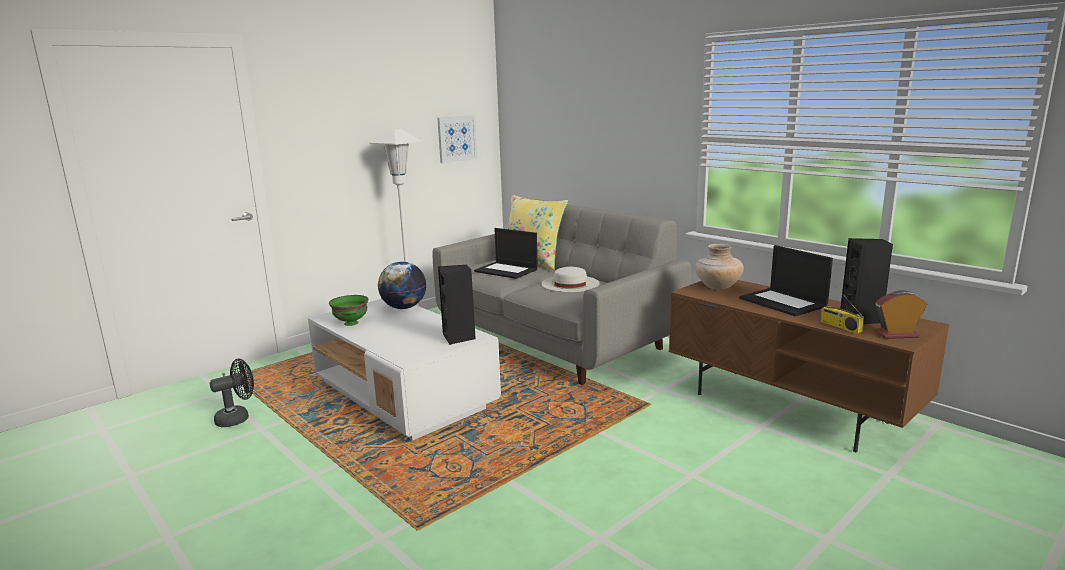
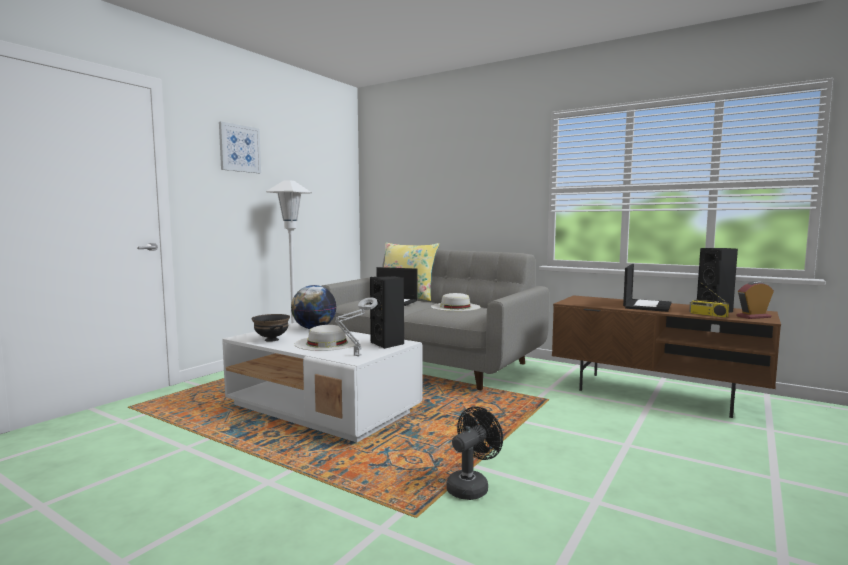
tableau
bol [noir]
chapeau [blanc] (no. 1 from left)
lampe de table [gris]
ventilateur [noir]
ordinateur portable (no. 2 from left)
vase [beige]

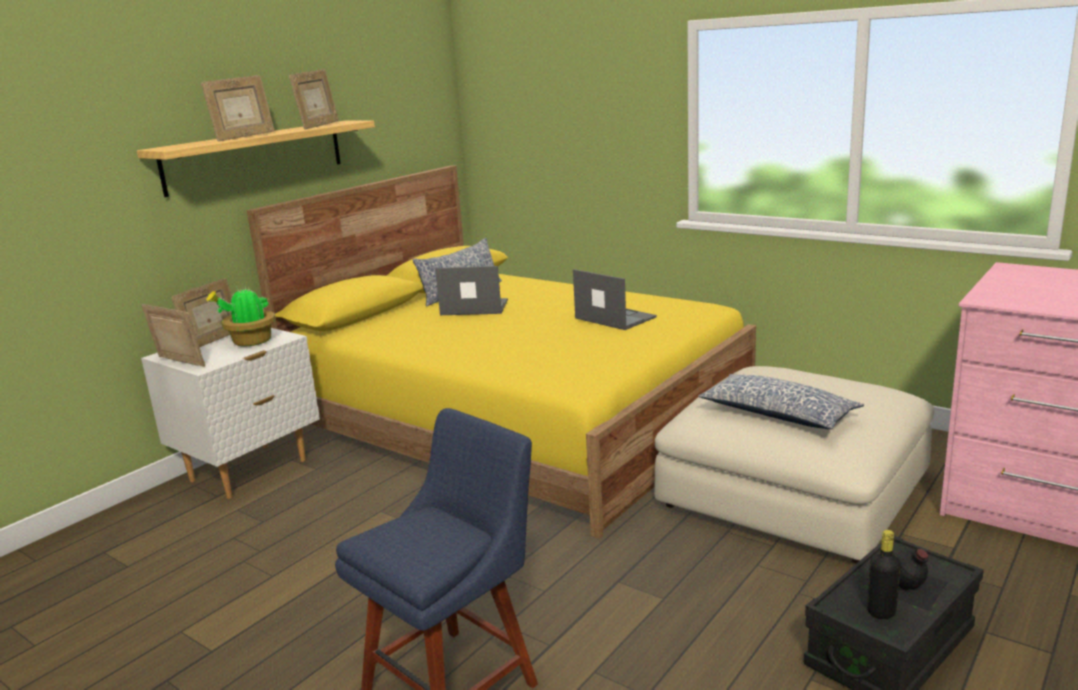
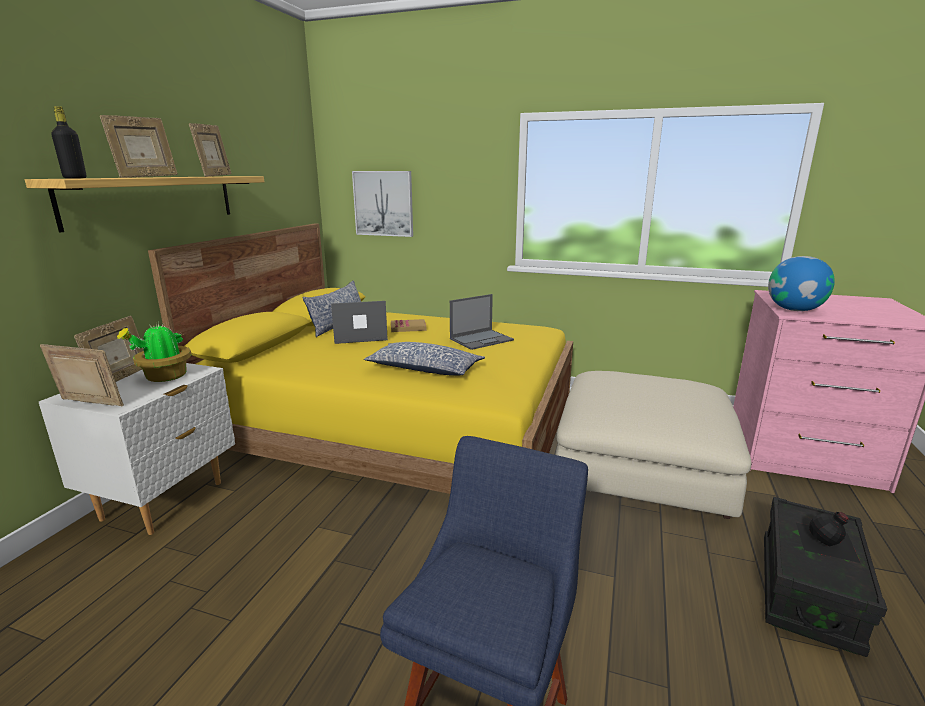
bouteille [noir] (no. 1 from left)
tableau
coussin (no. 2 from left)
livre
ordinateur portable (no. 2 from left)
globe

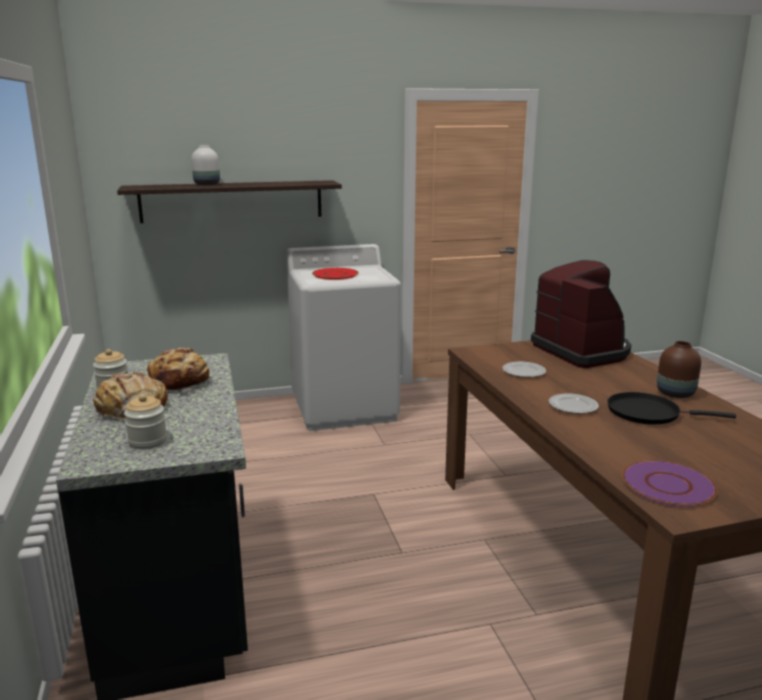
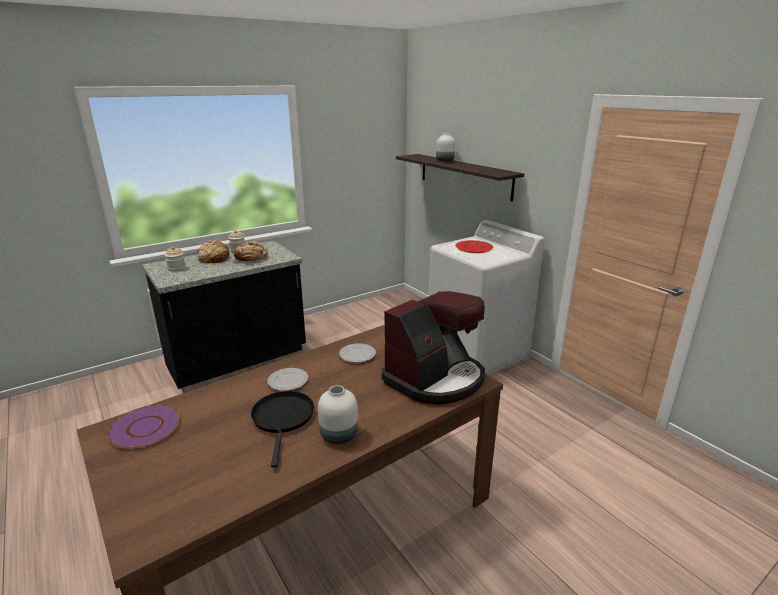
vase [blanc] (no. 1 from left)

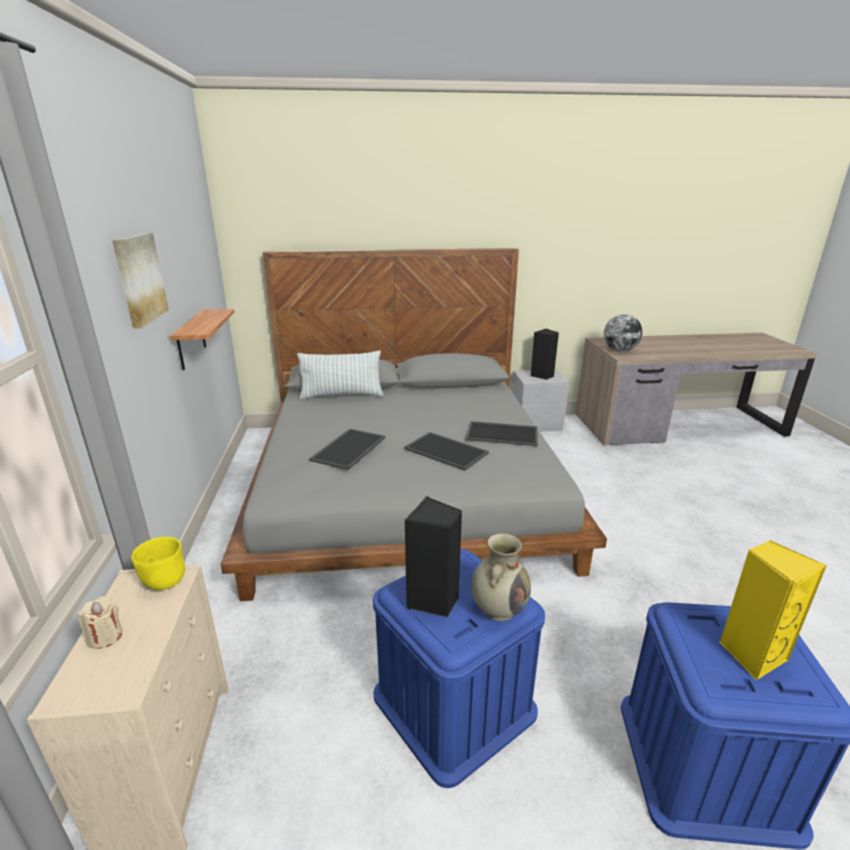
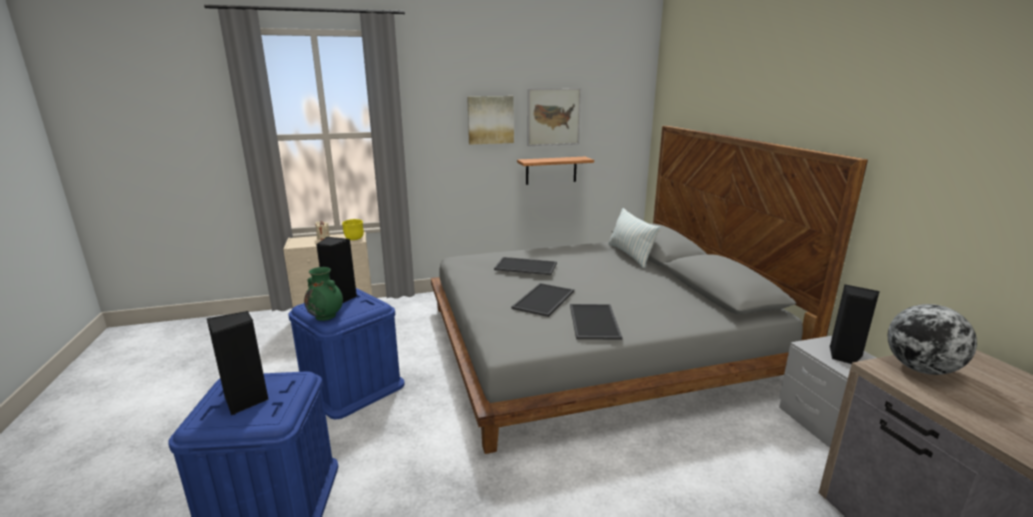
enceinte [noir] (no. 1 from left)
vase [vert]
tableau (no. 2 from left)

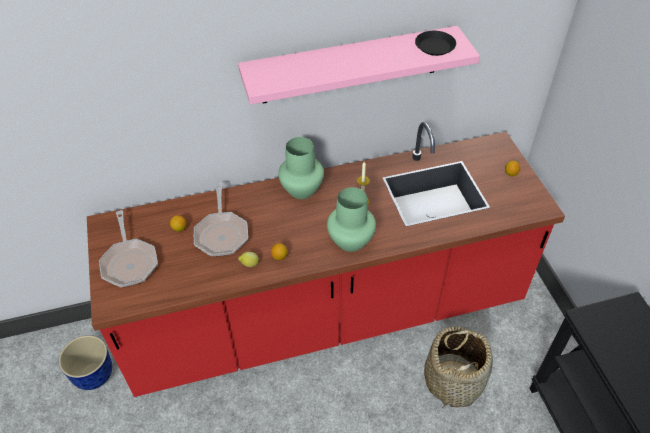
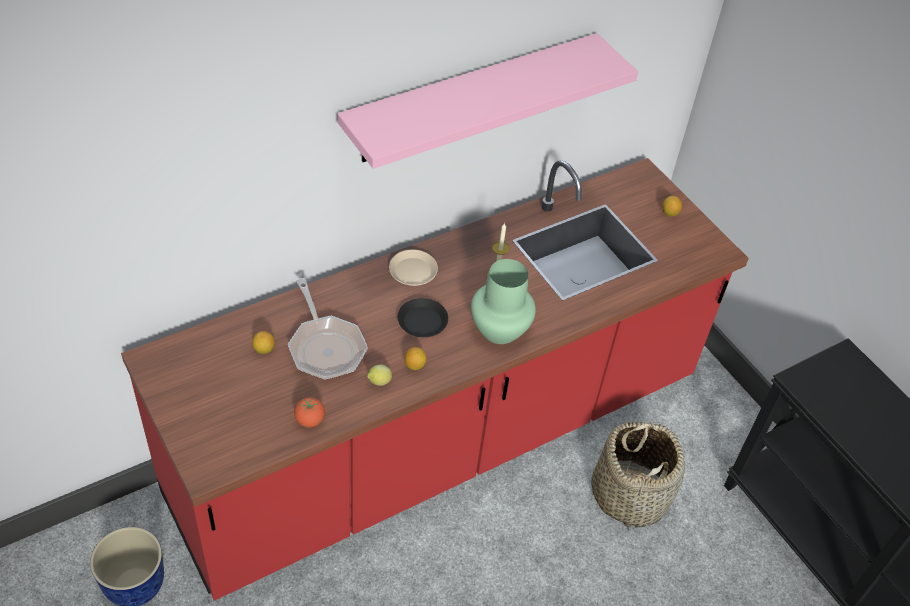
tomate
assiette [beige]
assiette [noir]
poêle (no. 1 from left in the first image)

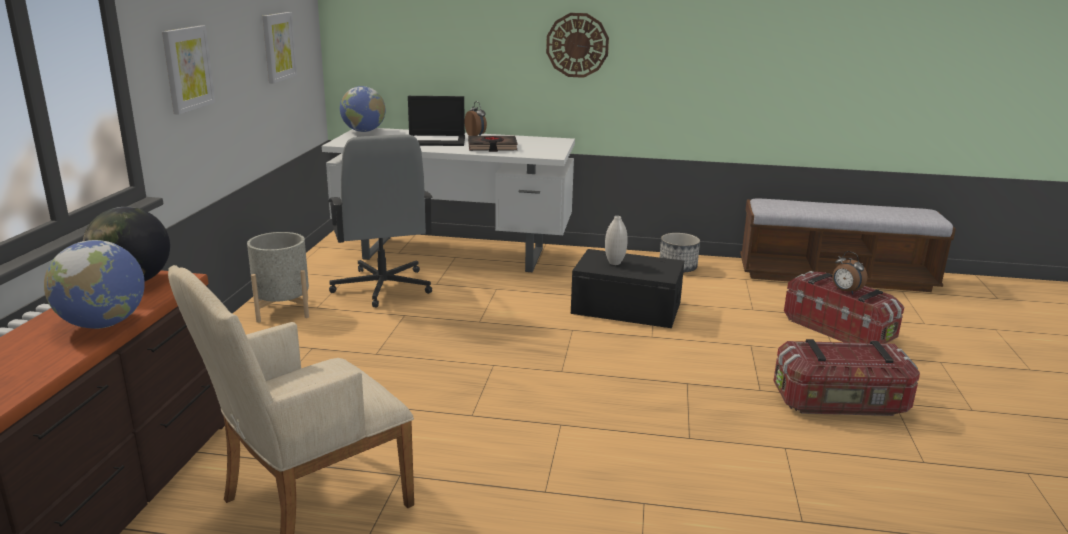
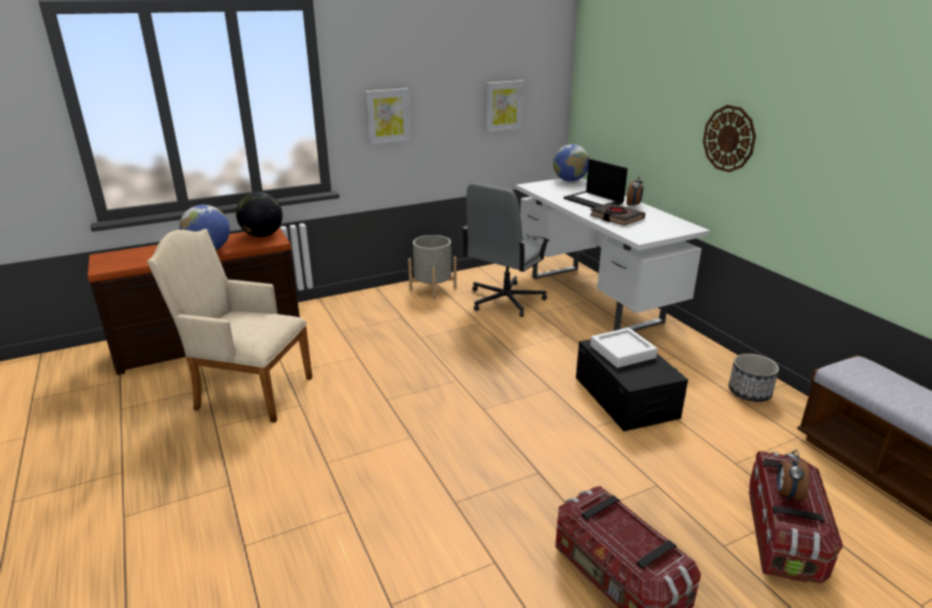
plateau [blanc]

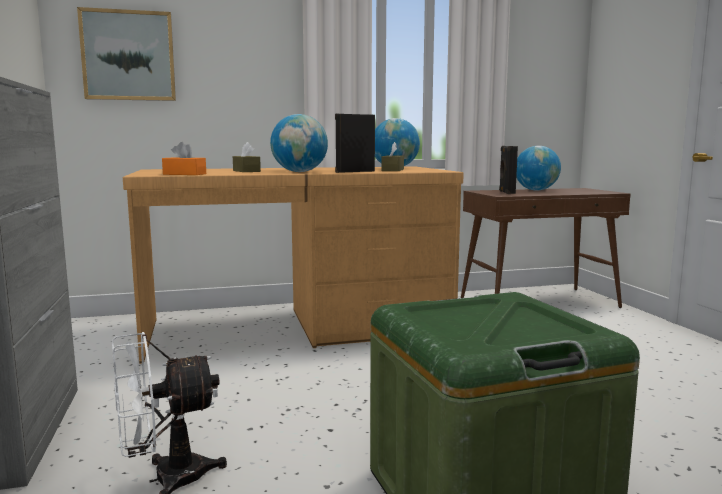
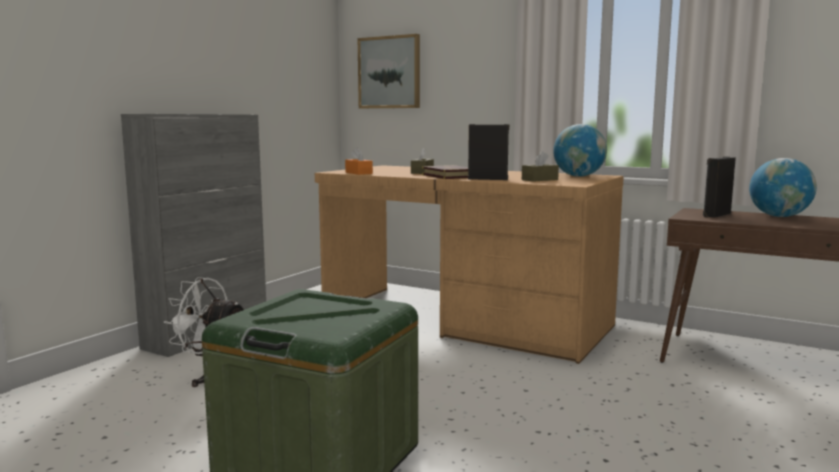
livre

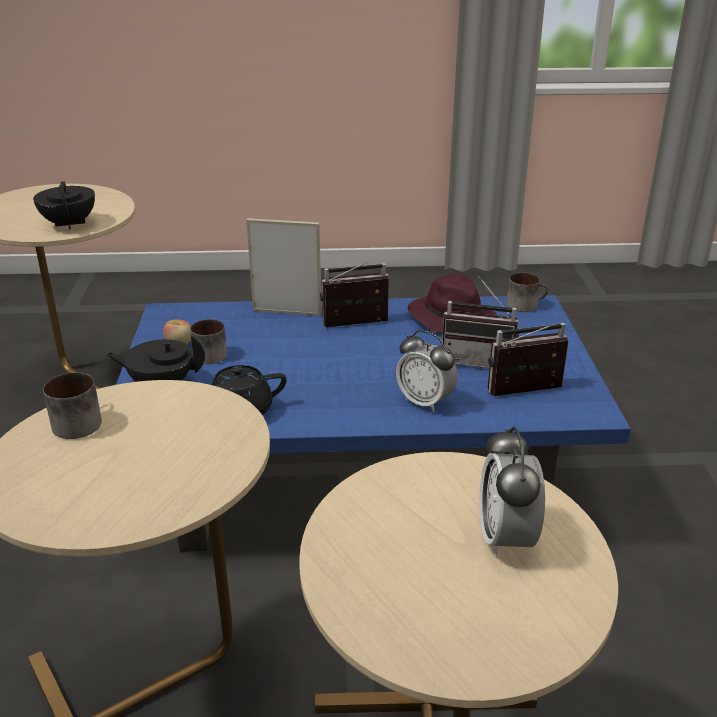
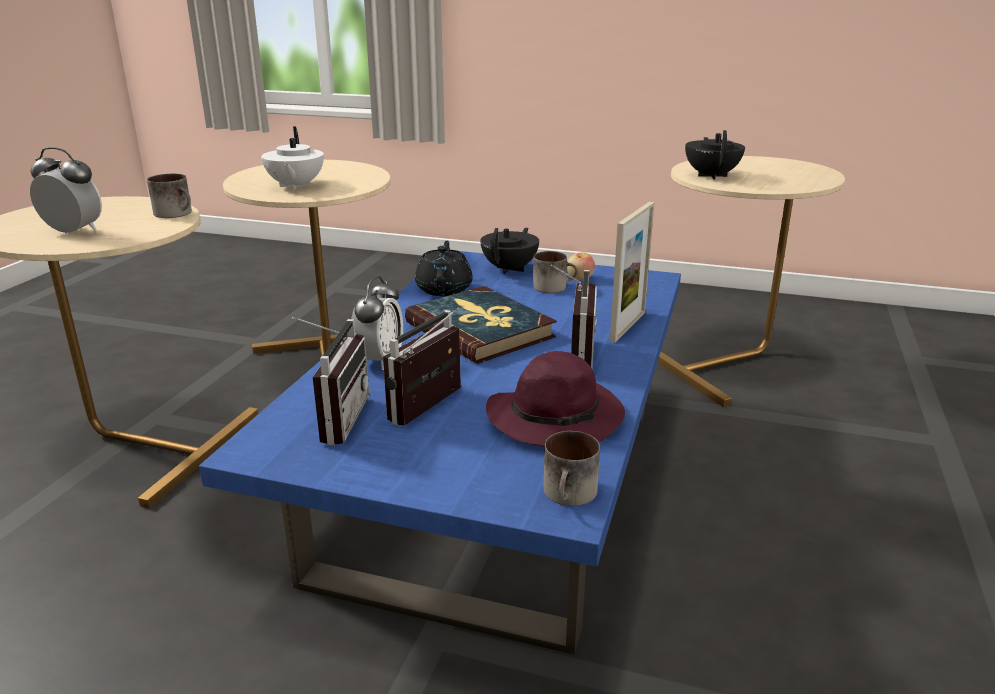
mug (no. 1 from left)
théière [blanc]
réveil (no. 2 from left)
livre
théière [noir] (no. 3 from left)

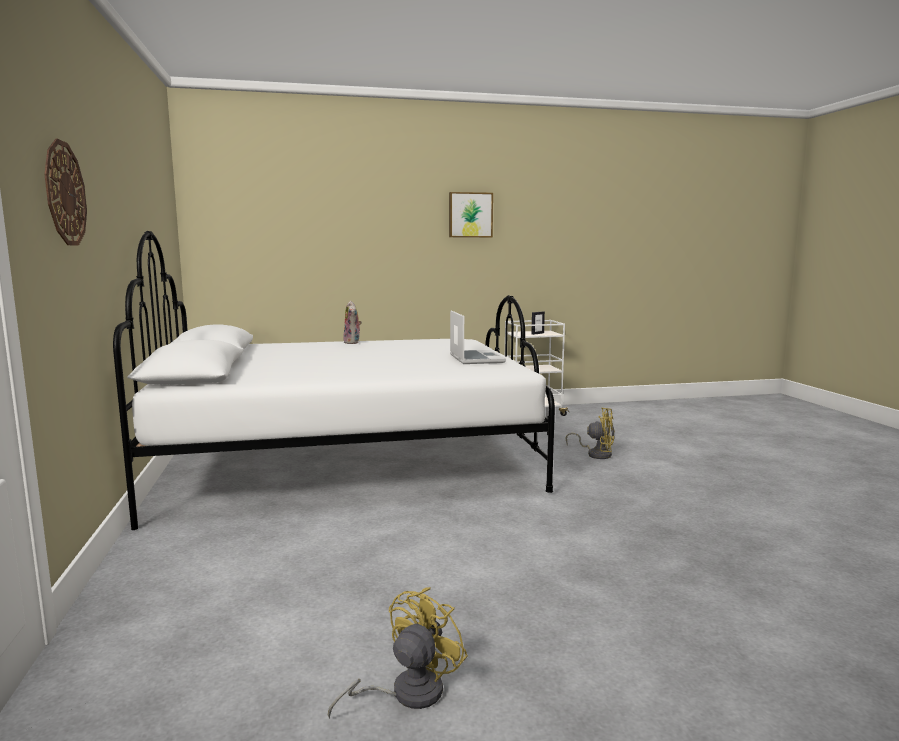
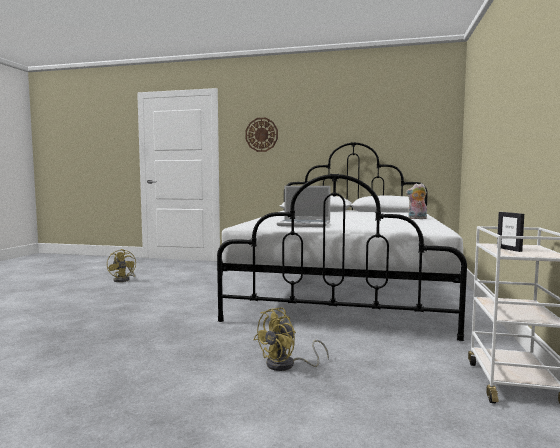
tableau

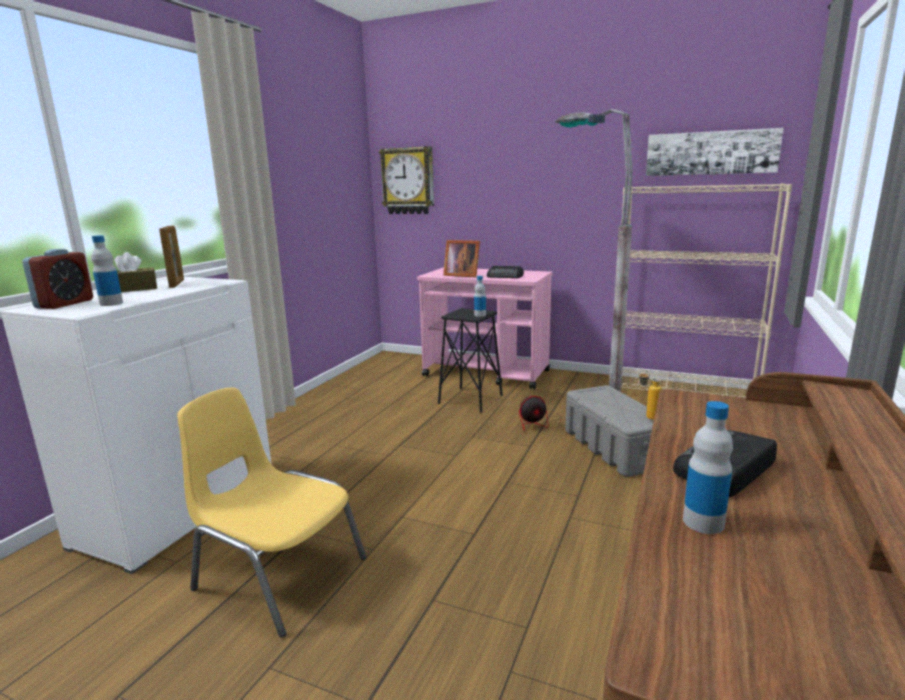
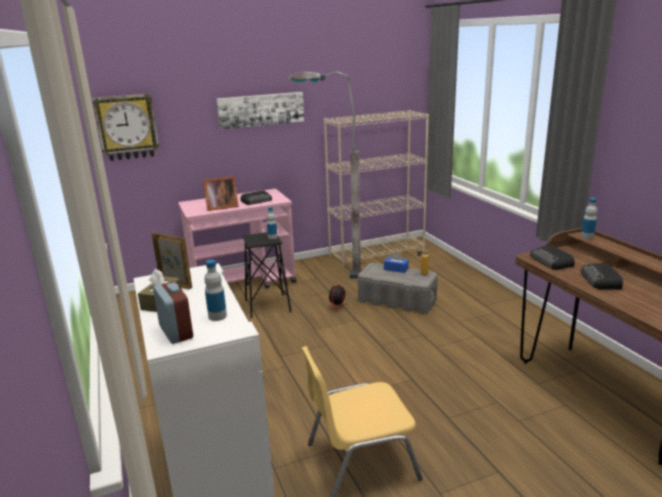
tableau
boîte à mouchoirs [bleu]
radio (no. 2 from left)
bouteille (no. 4 from left)

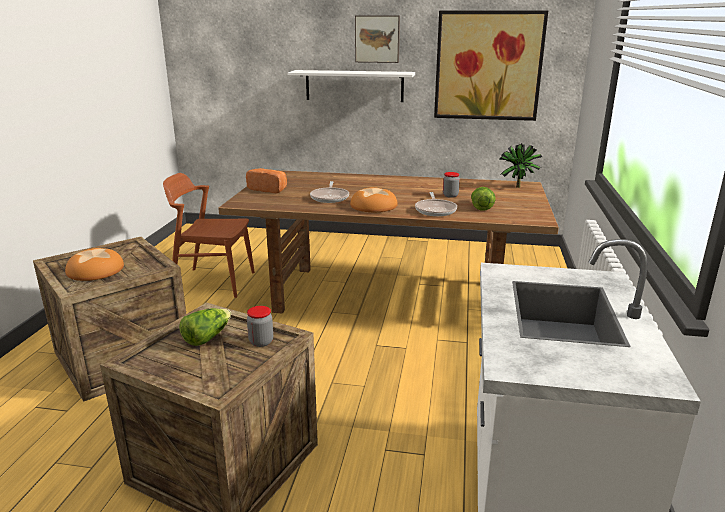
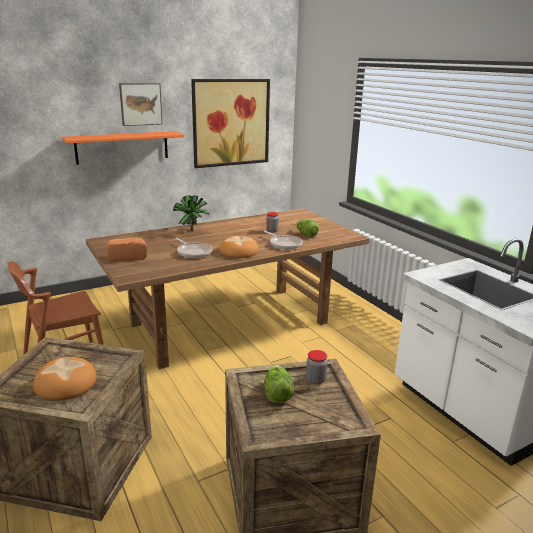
étagère [orange]
plante en pot

